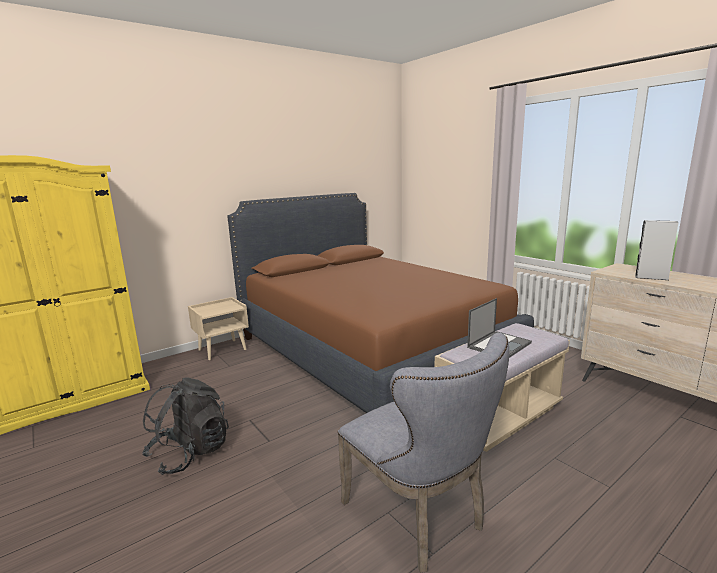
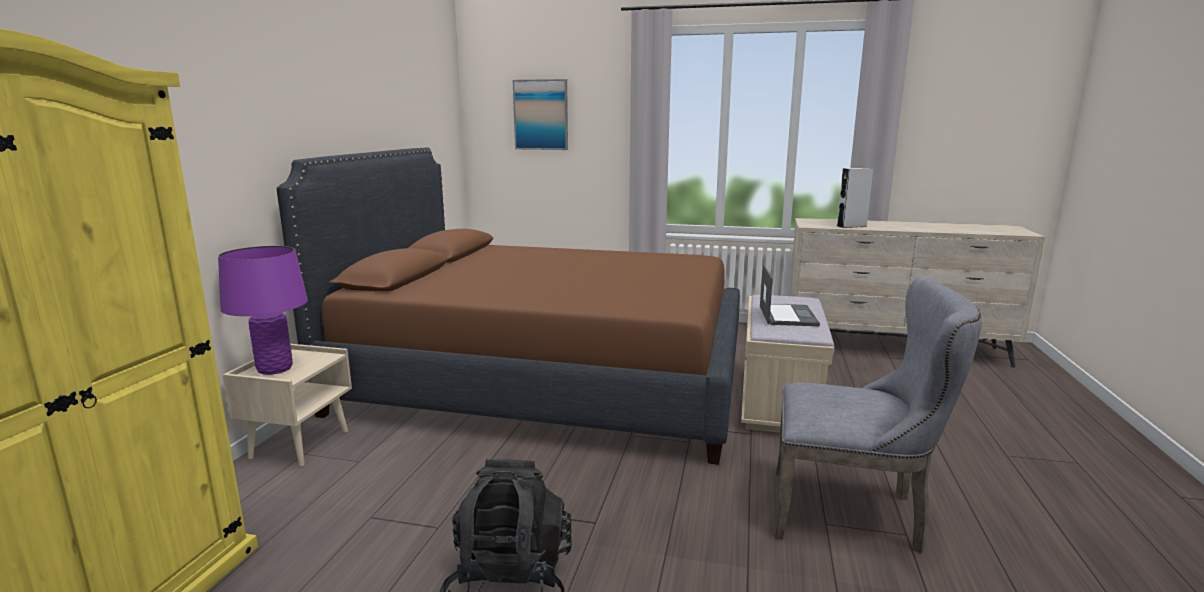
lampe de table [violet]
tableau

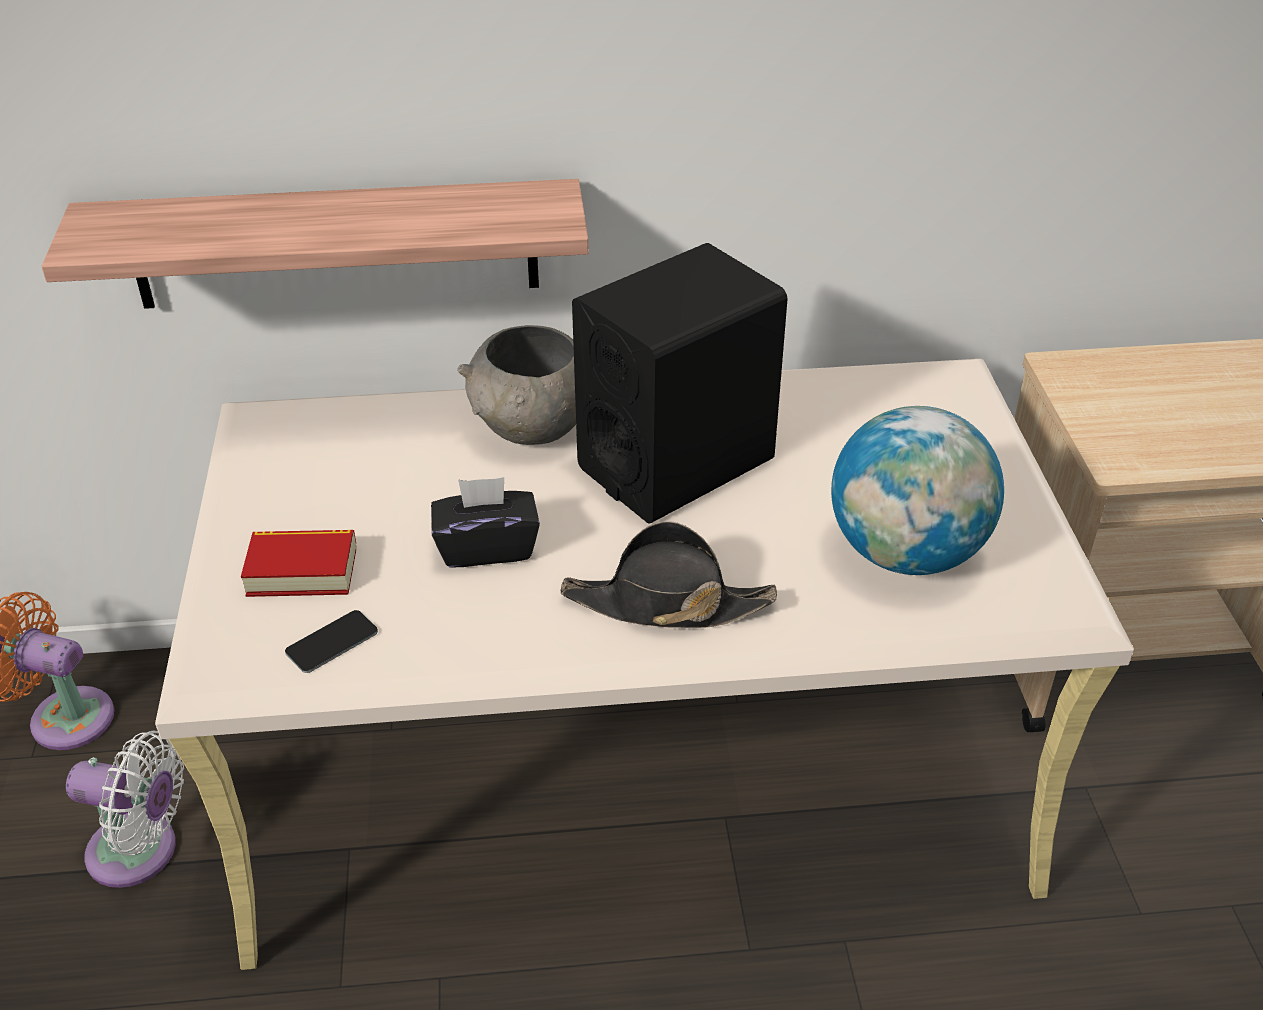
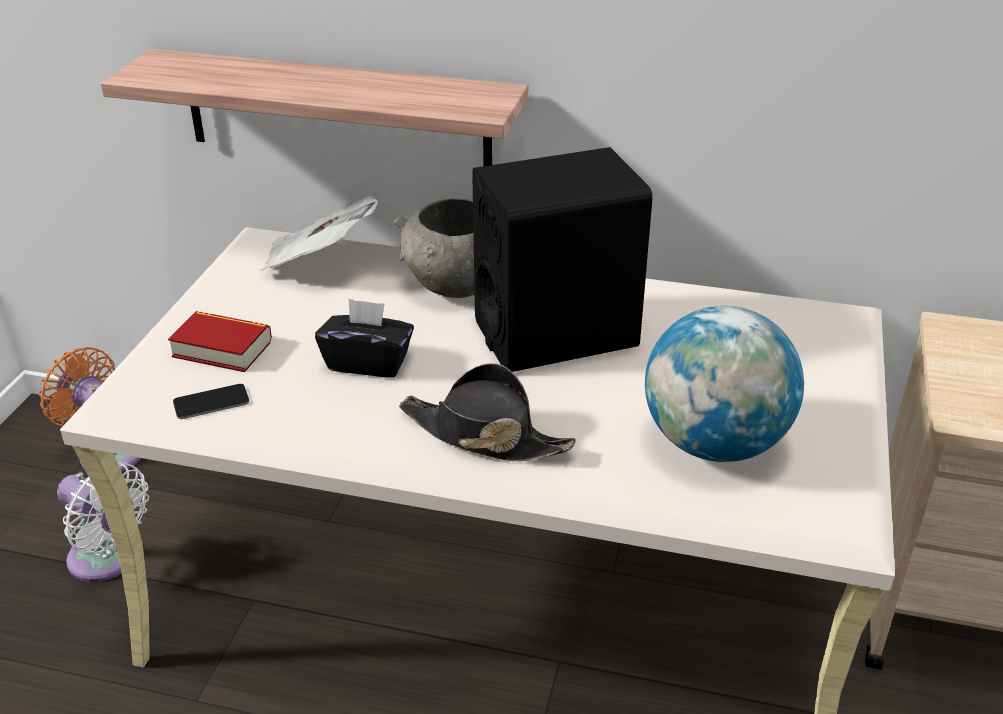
journal

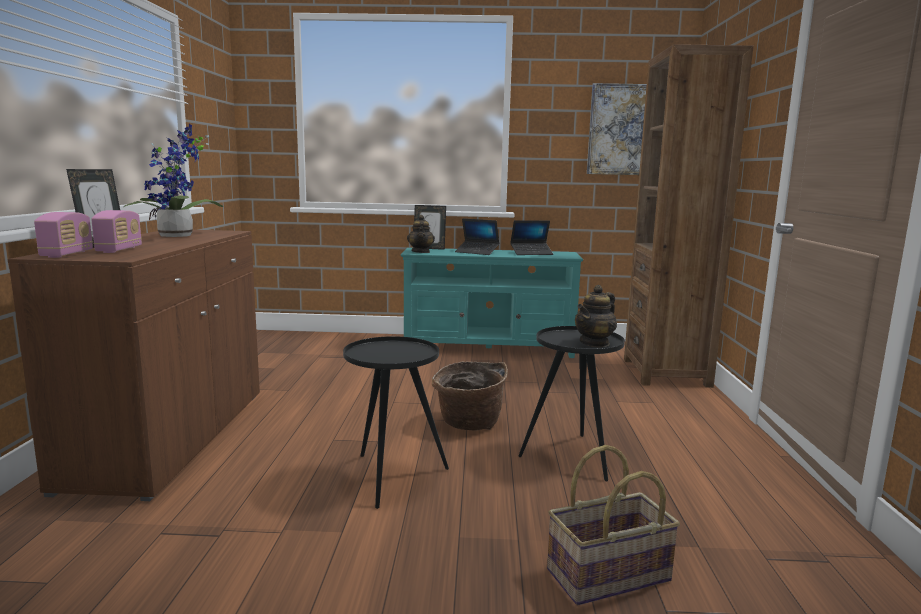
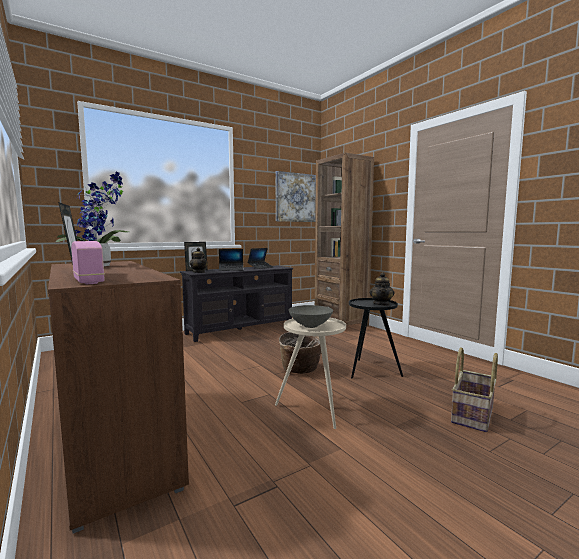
meuble télé [noir]
table d'appoint [beige]
bol [gris]
radio (no. 2 from left in the first image)

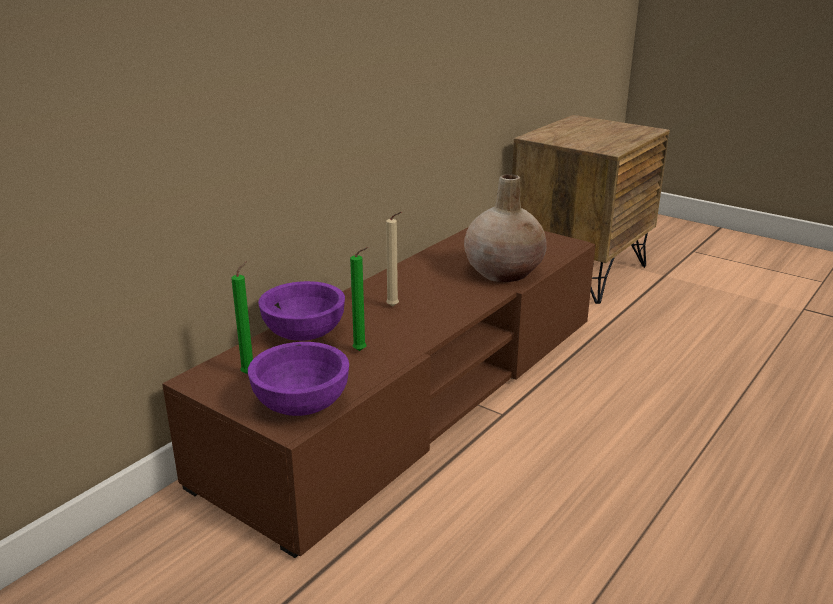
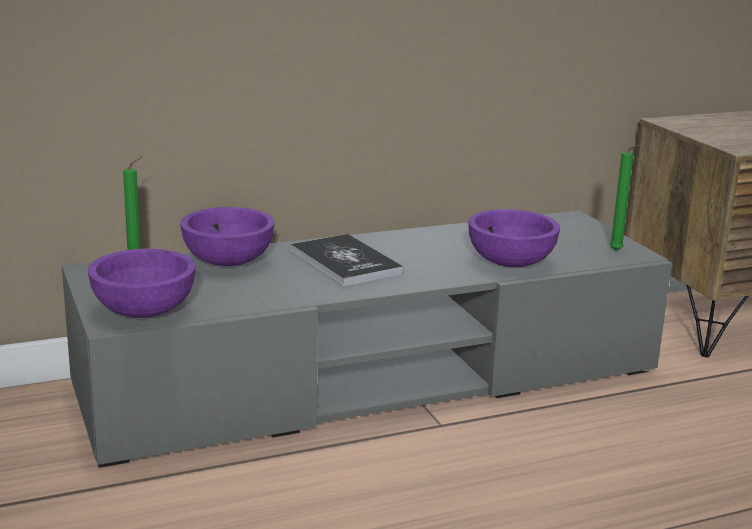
meuble télé [gris]
livre
bol [violet] (no. 3 from left)
bougie [vert] (no. 2 from left)

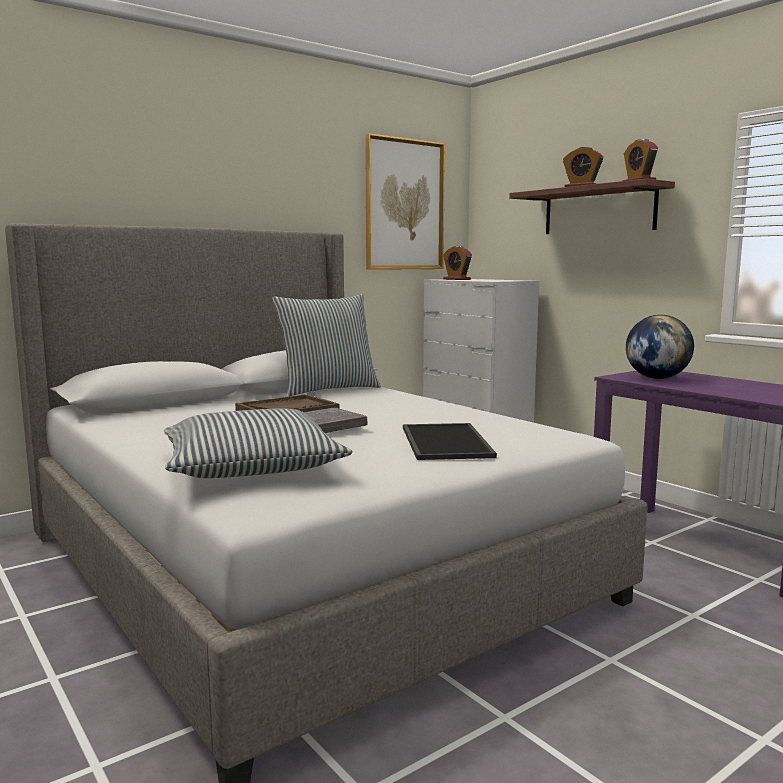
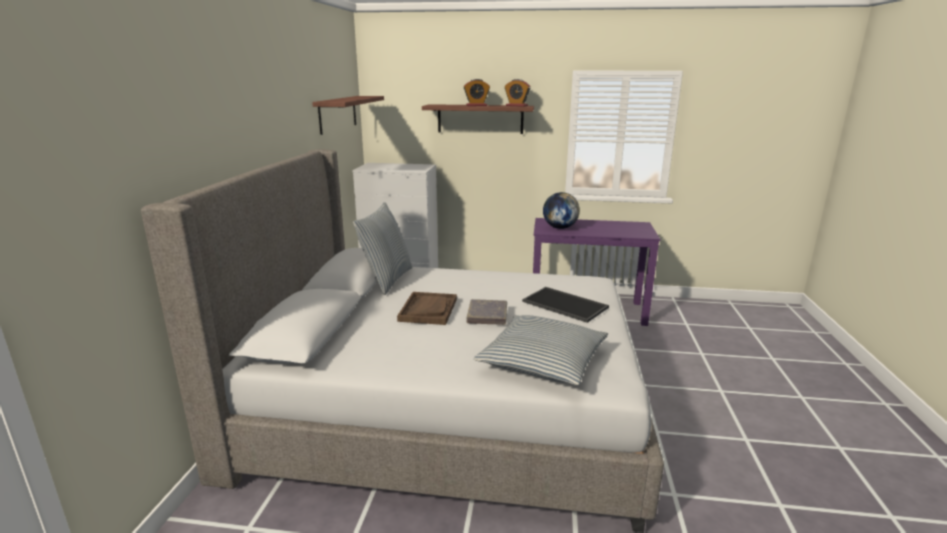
étagère (no. 1 from left)
réveil (no. 1 from left in the first image)

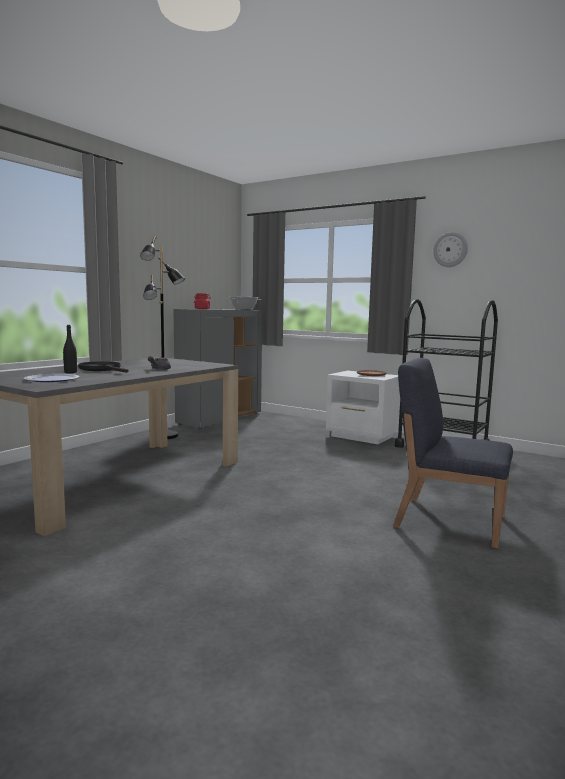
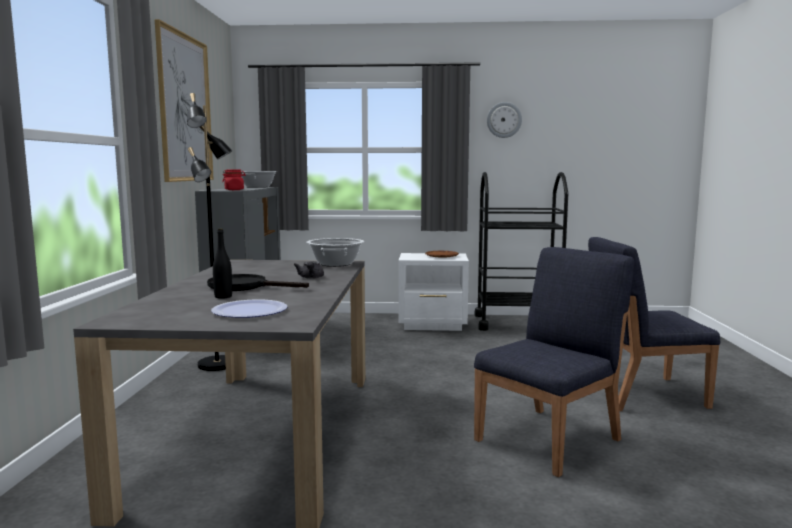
tableau
marmite (no. 2 from left)
chaise [bleu] (no. 1 from left)

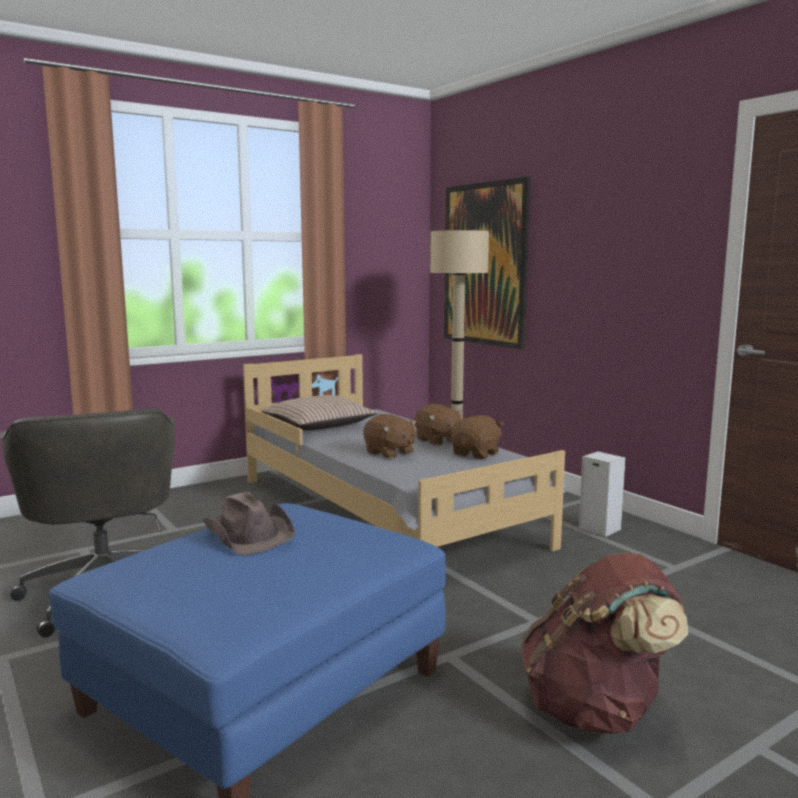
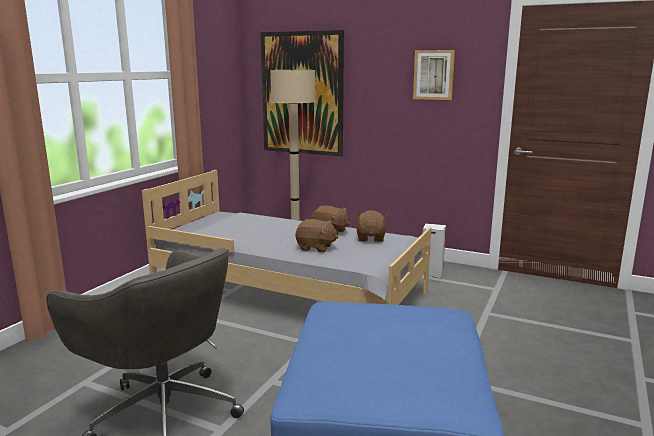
tableau (no. 2 from left)
chapeau [marron]
coussin
sac à dos [marron]

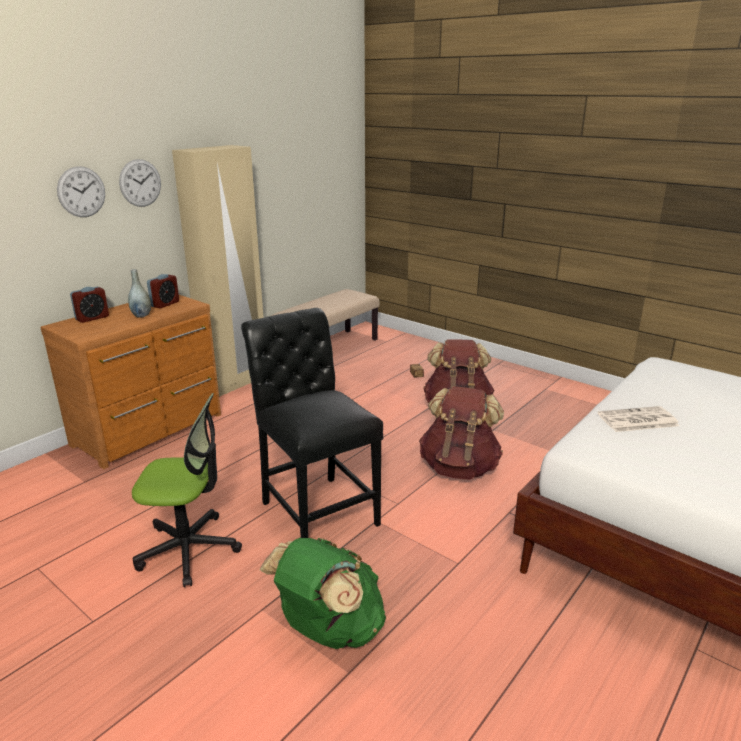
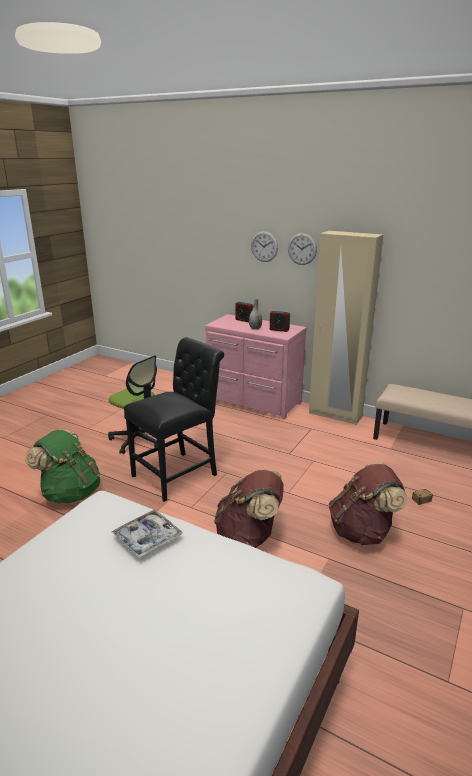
chaise de bureau
plateau
commode [rose]

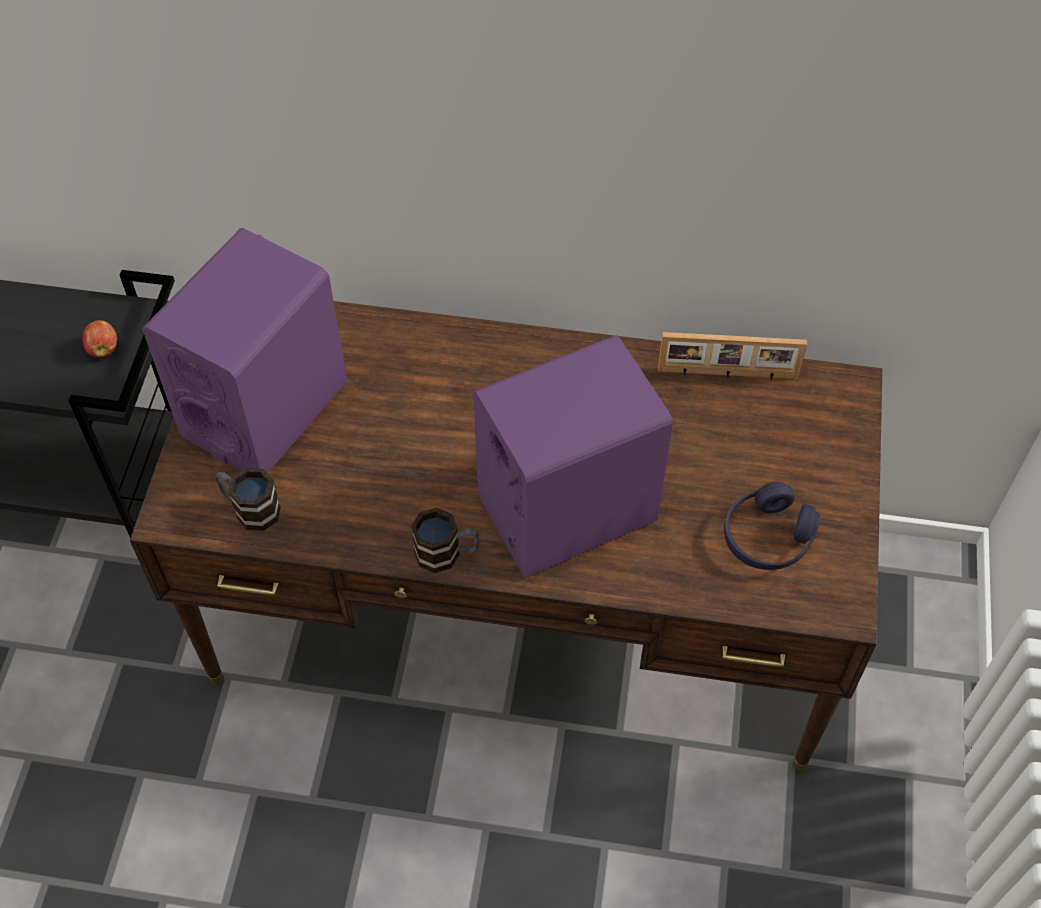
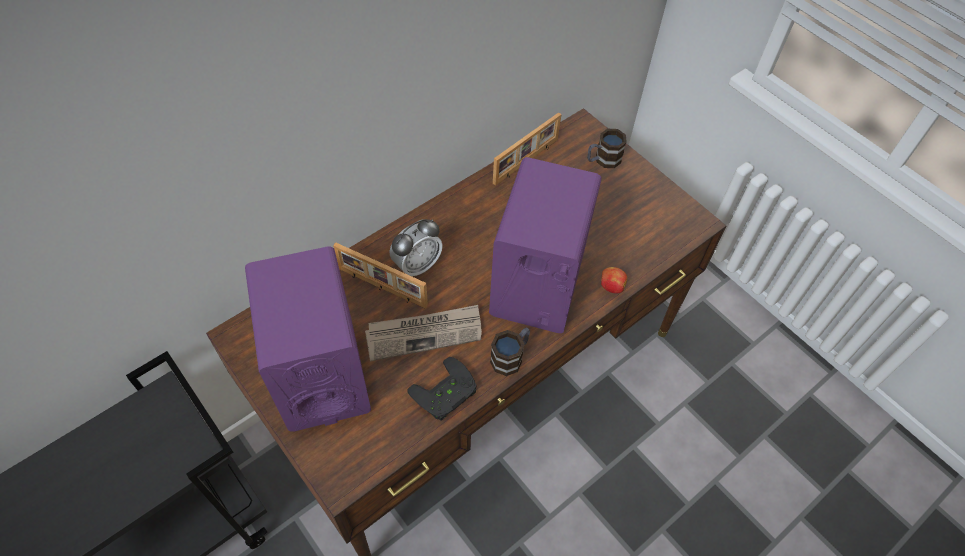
cadre photo (no. 1 from left)
journal
réveil
manette [noir]
mug (no. 2 from left)
pomme
casque audio [violet]

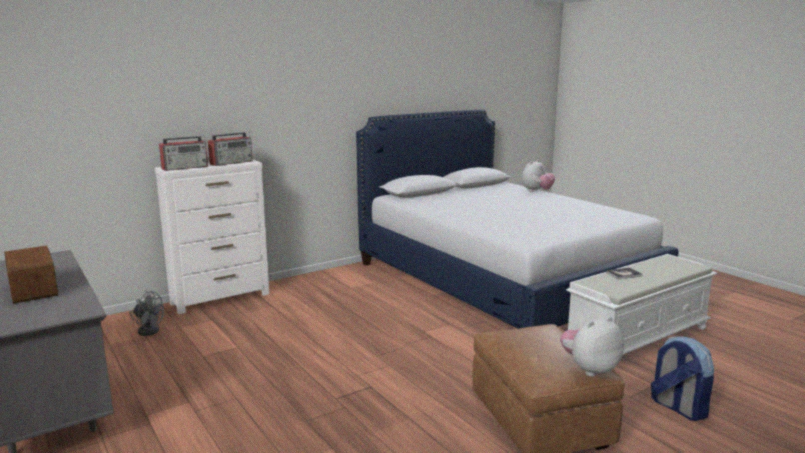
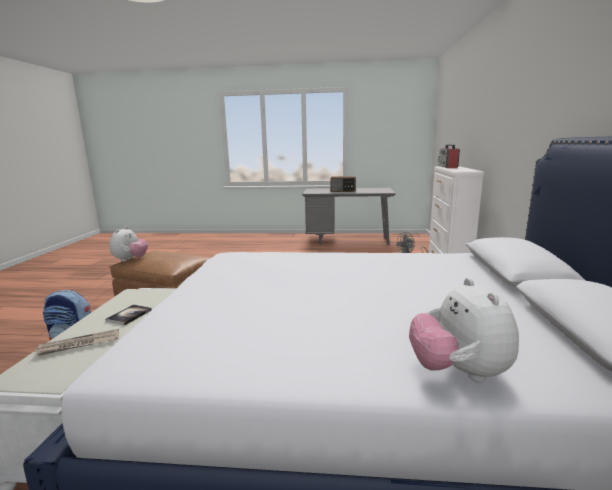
journal
radio (no. 3 from left in the first image)

